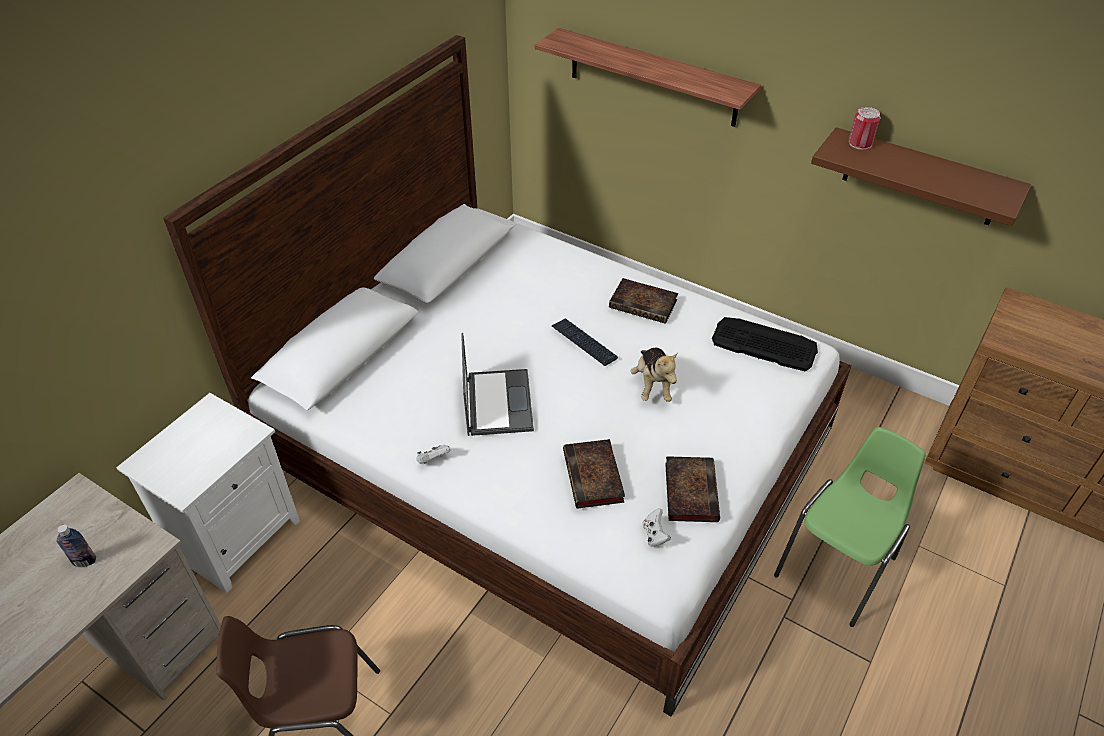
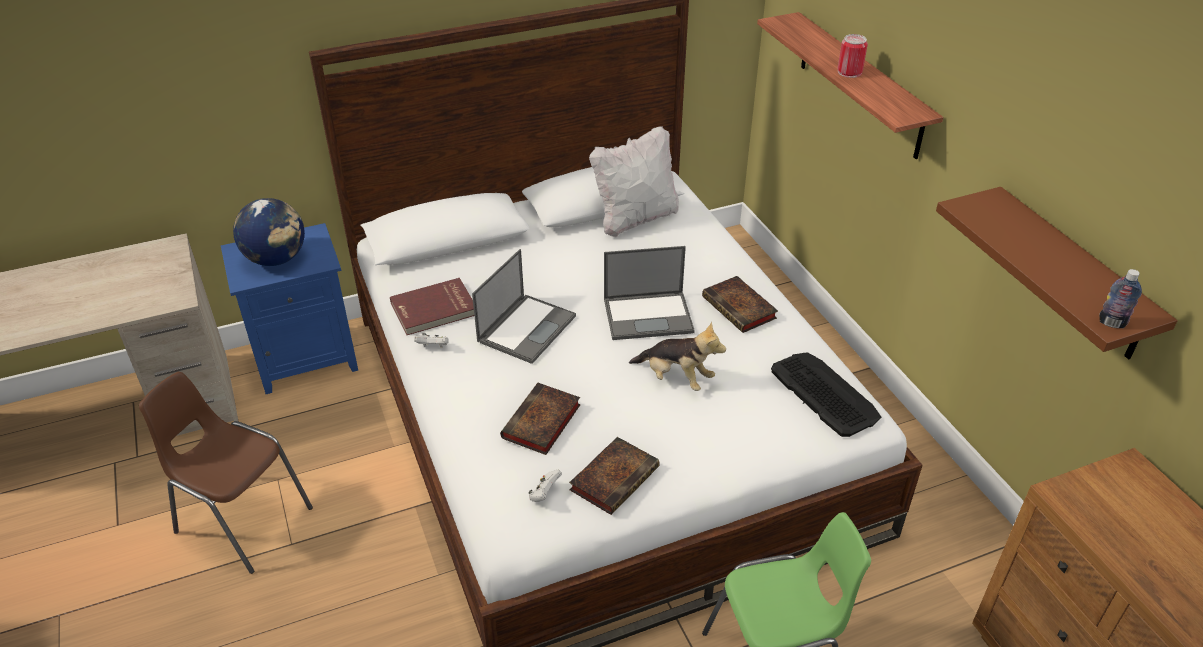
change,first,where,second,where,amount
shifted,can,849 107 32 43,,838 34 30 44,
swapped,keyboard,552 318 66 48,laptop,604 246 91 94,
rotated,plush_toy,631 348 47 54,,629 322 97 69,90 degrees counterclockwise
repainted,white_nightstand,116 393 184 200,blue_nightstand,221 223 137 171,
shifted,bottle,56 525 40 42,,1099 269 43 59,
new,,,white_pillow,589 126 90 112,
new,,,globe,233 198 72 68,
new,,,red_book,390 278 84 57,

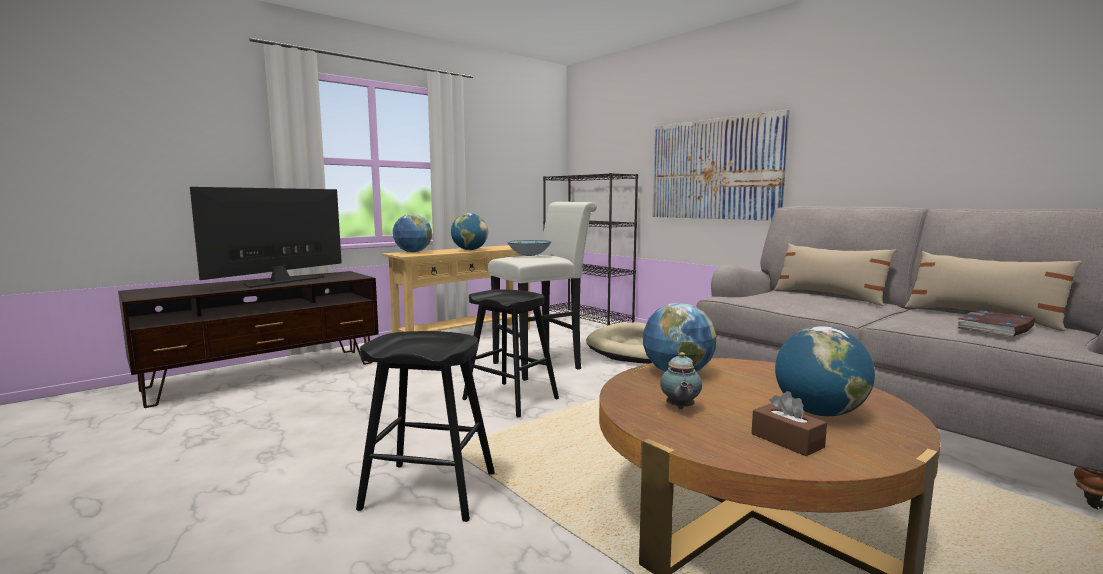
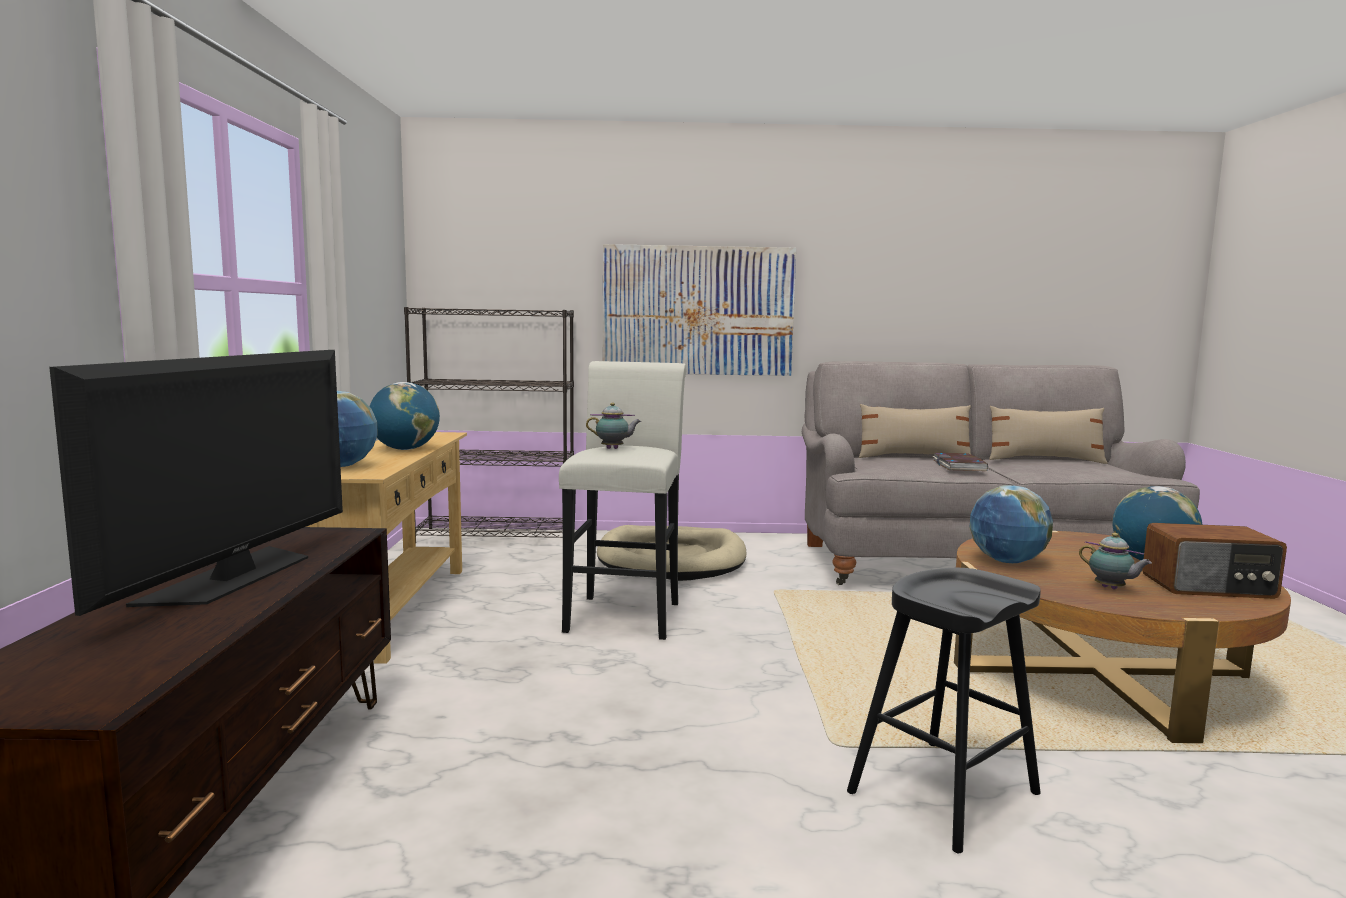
change,first,where,second,where,amount
rotated,television,190 187 152 101,,49 350 294 266,150 degrees counterclockwise
swapped,bowl,507 240 44 16,teapot,586 403 55 46,
gone,black_stool,462 289 97 129,,,
shifted,book,956 310 79 27,,933 453 55 18,
swapped,brown_tissue_box,751 391 76 65,radio,1142 523 145 76,

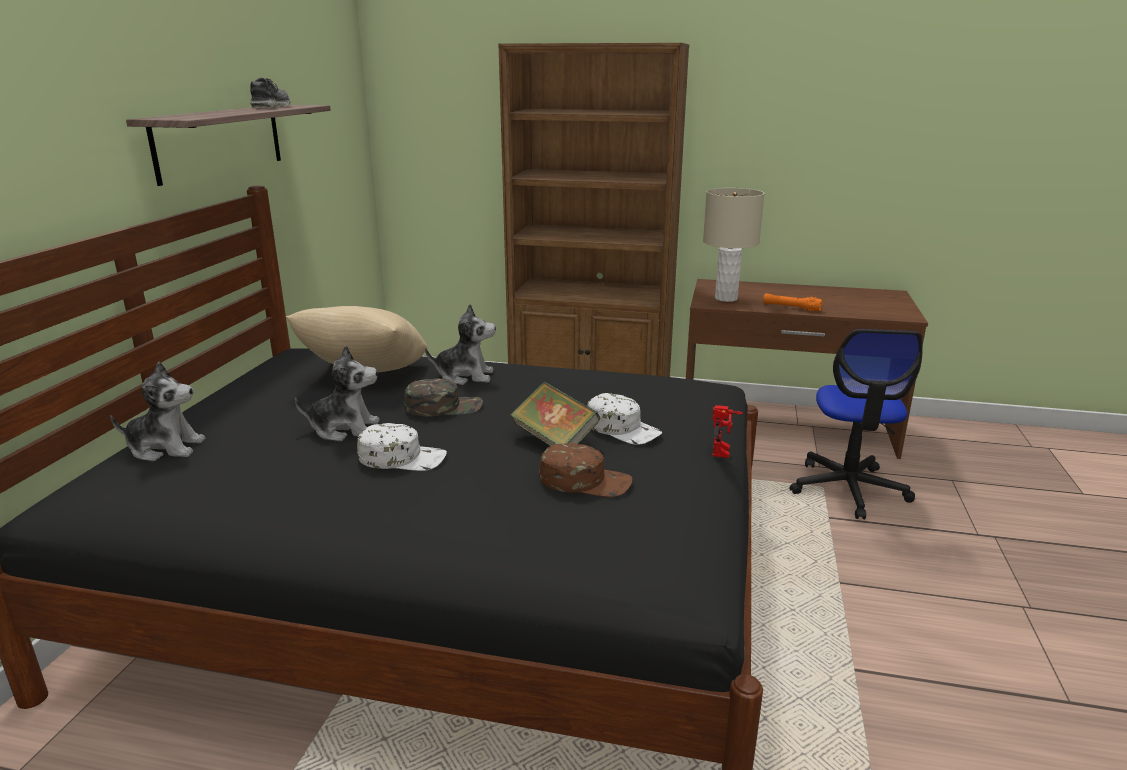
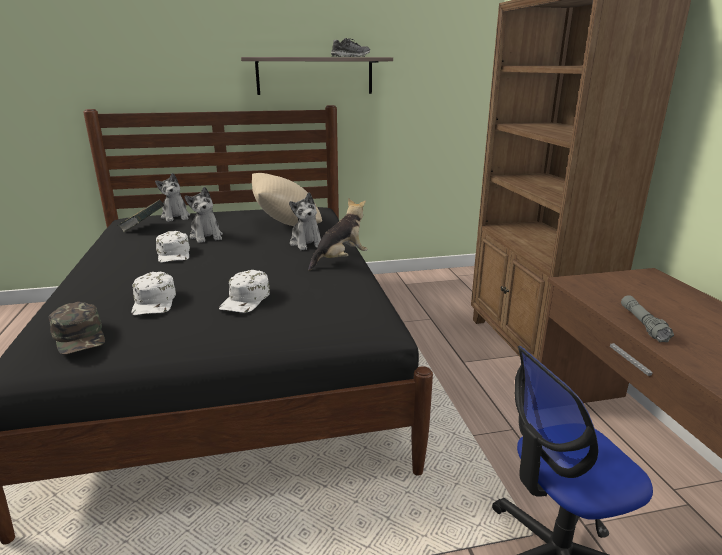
change,first,where,second,where,amount
gone,beige_table_lamp,703 188 62 114,,,
repainted,orange_flashlight,763 293 60 19,grey_flashlight,621 295 53 47,
shifted,green_cap,404 379 79 37,,48 302 57 52,
shifted,book,510 382 90 64,,117 200 47 33,
gone,toy_robot,712 405 32 53,,,
repainted,brown_cap,539 443 93 54,white_cap,131 272 45 43,
new,,,plush_toy,308 198 60 73,

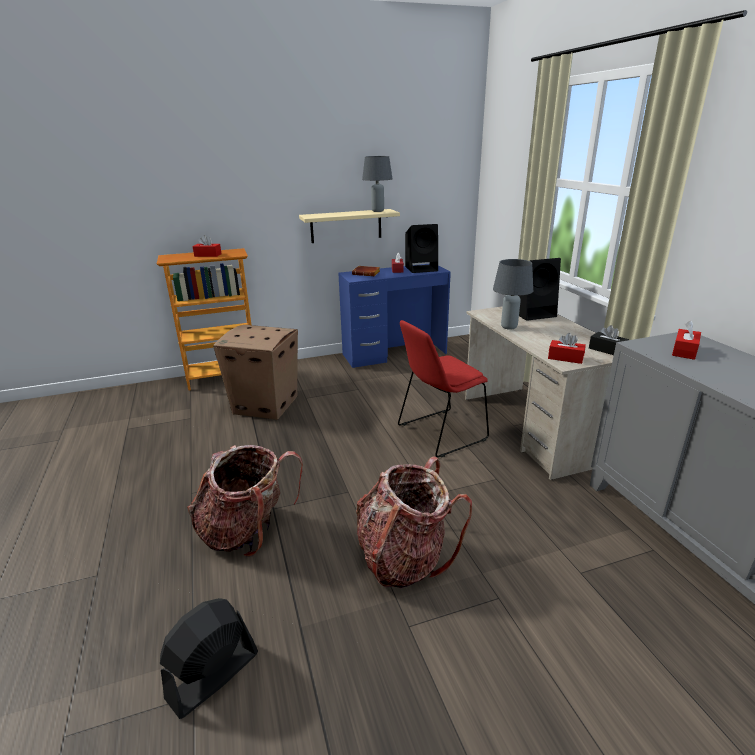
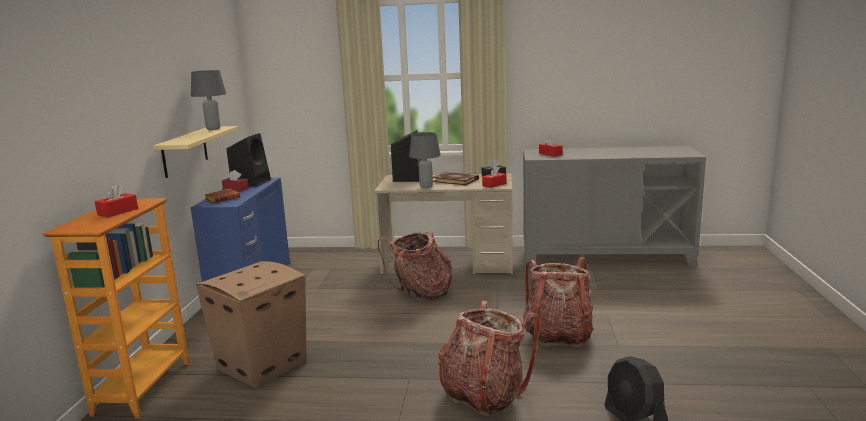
change,first,where,second,where,amount
swapped,red_chair,398 320 91 138,backpack,378 231 74 69,
new,,,book,433 172 46 13,

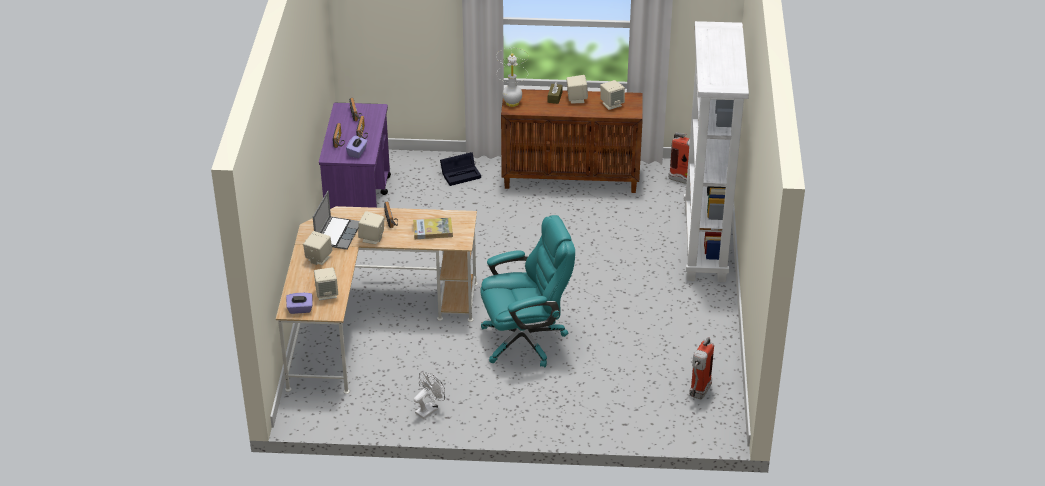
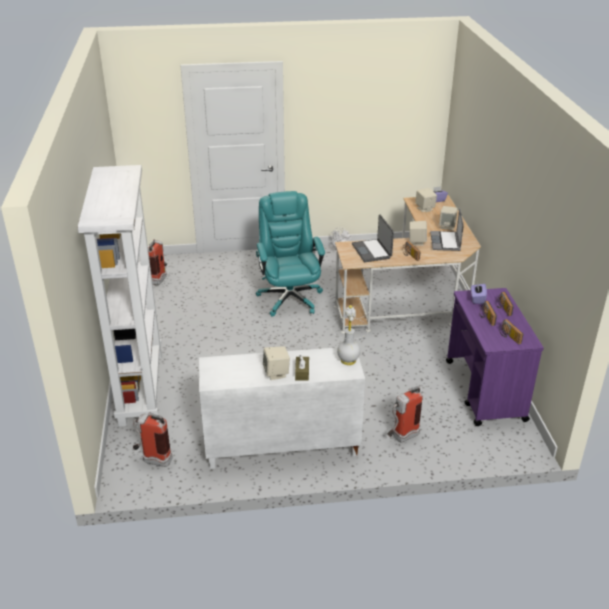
change,first,where,second,where,amount
gone,beige_speaker,600 80 25 30,,,
repainted,brown_cabinet,501 89 142 104,white_cabinet,199 347 166 122,
swapped,black_storage_box,440 152 41 34,fire_extinguisher,387 386 36 57,
rotated,turquoise_office_chair,481 215 94 152,,256 191 69 126,105 degrees clockwise
swapped,book,413 218 40 21,laptop,352 215 42 47,

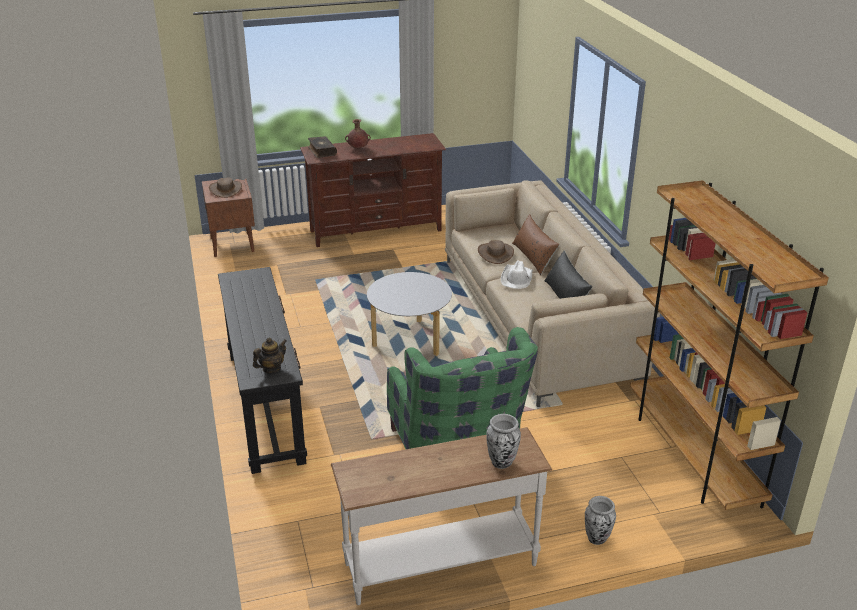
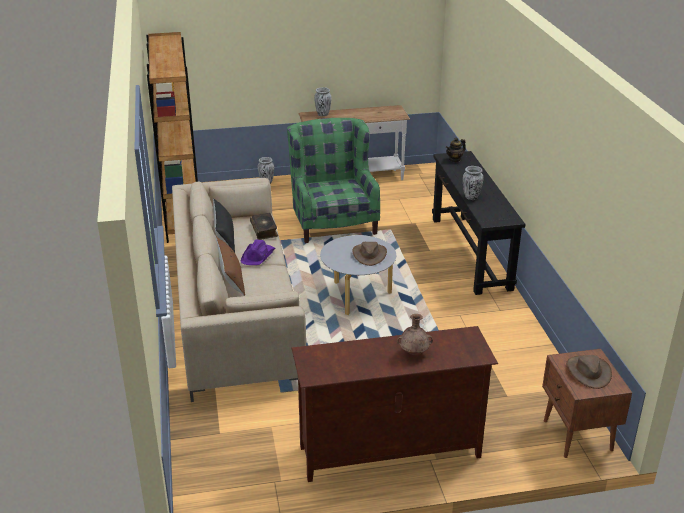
change,first,where,second,where,amount
shifted,book,308 136 29 22,,250 213 28 27,
shifted,brown_hat,478 240 36 24,,352 242 35 24,
repainted,white_hat,501 261 32 28,purple_hat,241 240 34 25,
new,,,vase,463 166 21 34,

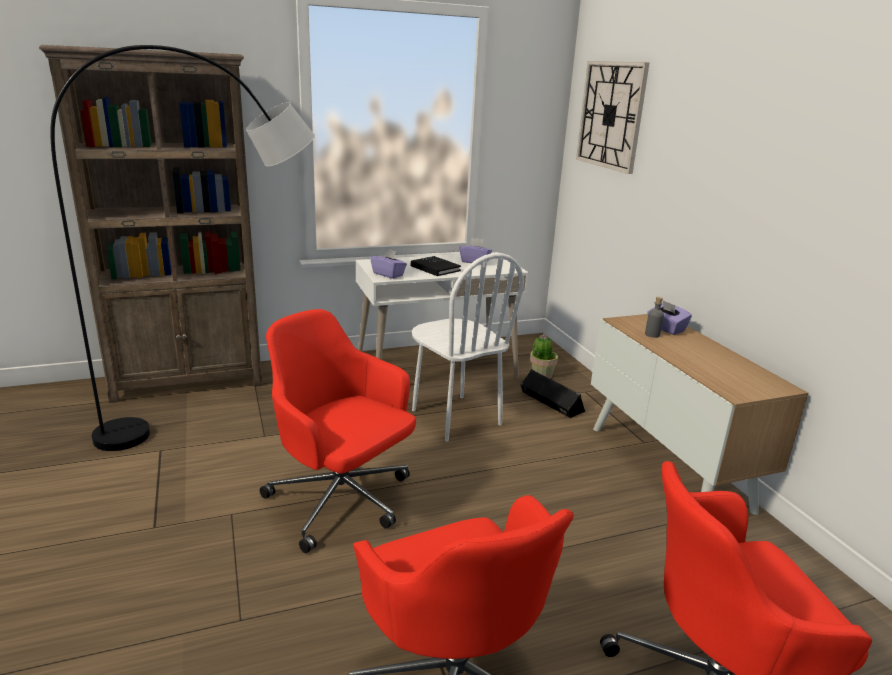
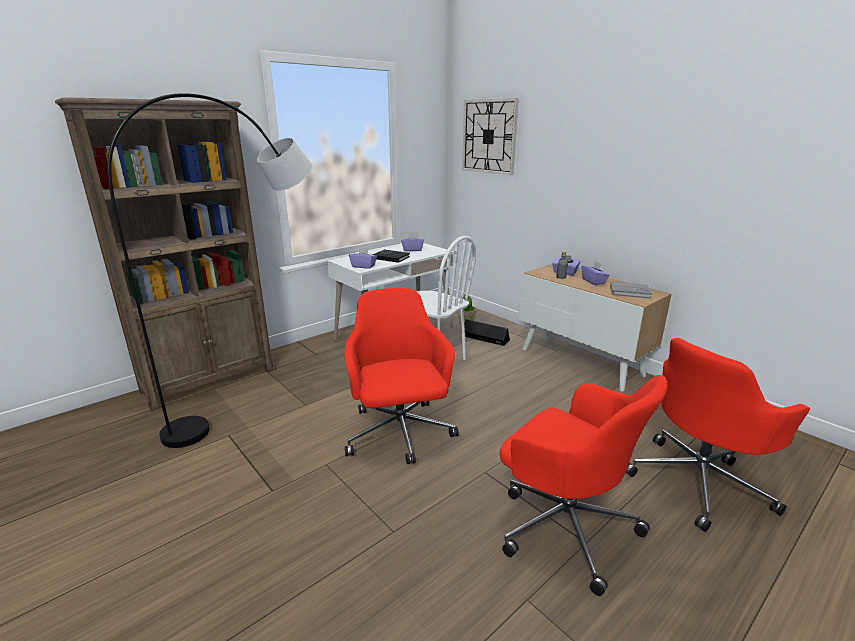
change,first,where,second,where,amount
rotated,red_office_chair,260 309 156 244,,344 288 115 176,60 degrees clockwise
new,,,purple_tissue_box,582 261 27 24,
new,,,grey_book,610 282 42 16,

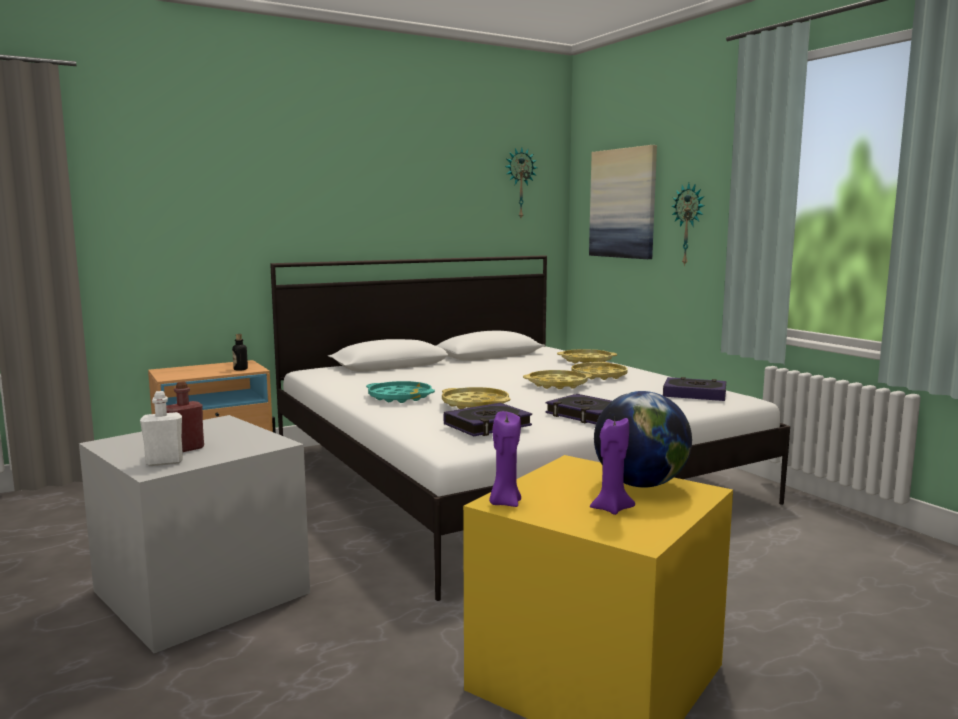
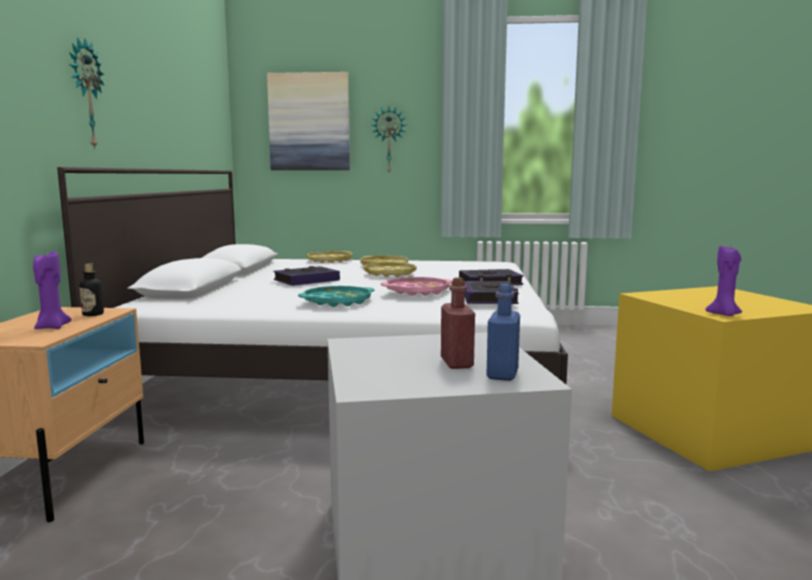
change,first,where,second,where,amount
shifted,wall_clock,505 148 32 70,,69 37 36 113,
shifted,book,663 377 63 24,,273 266 67 20,
repainted,yellow_tray,442 387 68 22,pink_tray,381 277 71 19,
repainted,white_bottle,140 391 43 75,blue_bottle,486 284 34 97,
gone,globe,594 391 98 97,,,
shifted,purple_candle,590 418 45 97,,33 251 39 78,

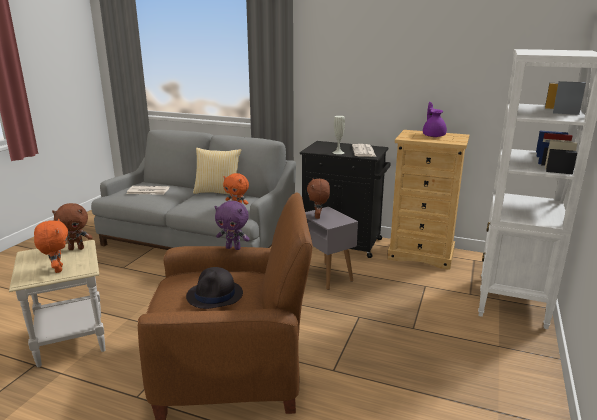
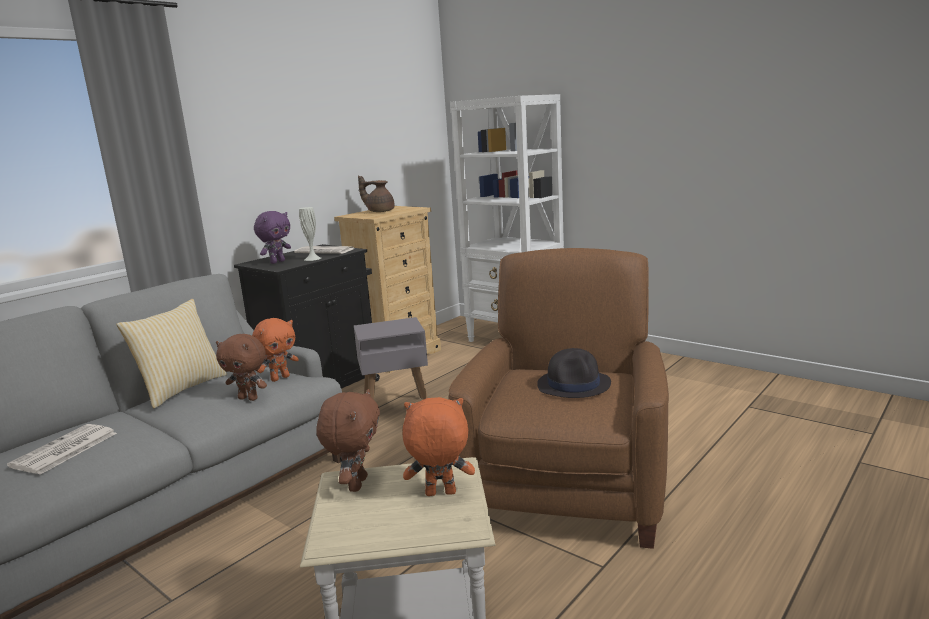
change,first,where,second,where,amount
repainted,purple_teapot,423 102 24 35,brown_teapot,358 175 37 37,
shifted,brown_plush_toy,307 179 23 40,,216 334 51 67,
shifted,purple_plush_toy,215 201 35 49,,254 211 37 53,

